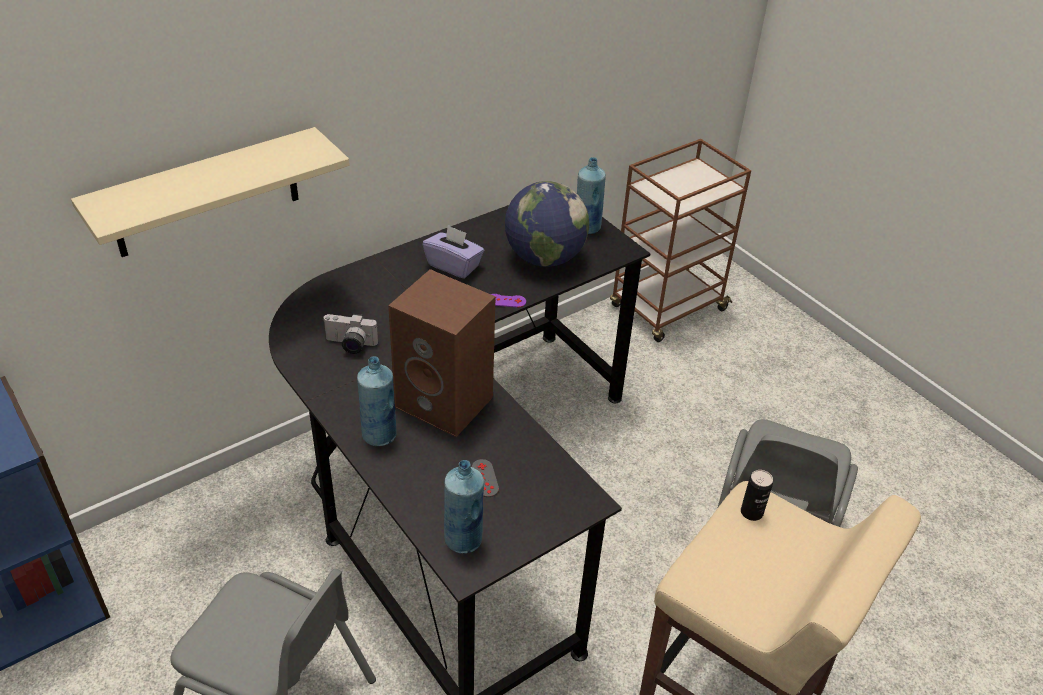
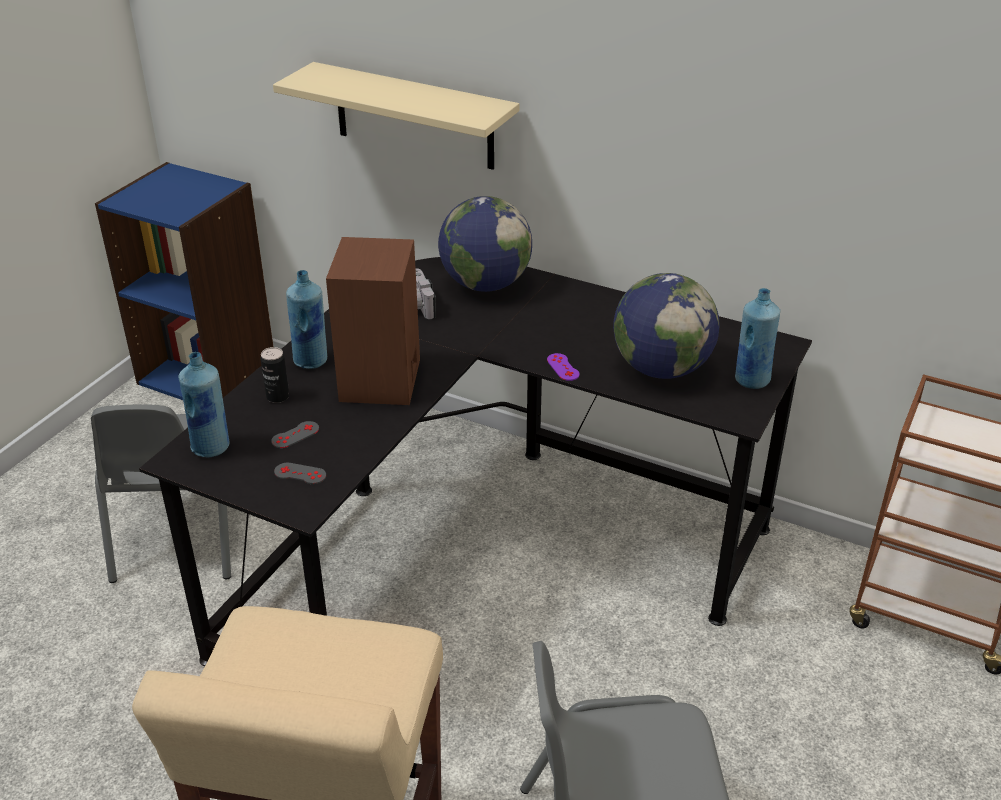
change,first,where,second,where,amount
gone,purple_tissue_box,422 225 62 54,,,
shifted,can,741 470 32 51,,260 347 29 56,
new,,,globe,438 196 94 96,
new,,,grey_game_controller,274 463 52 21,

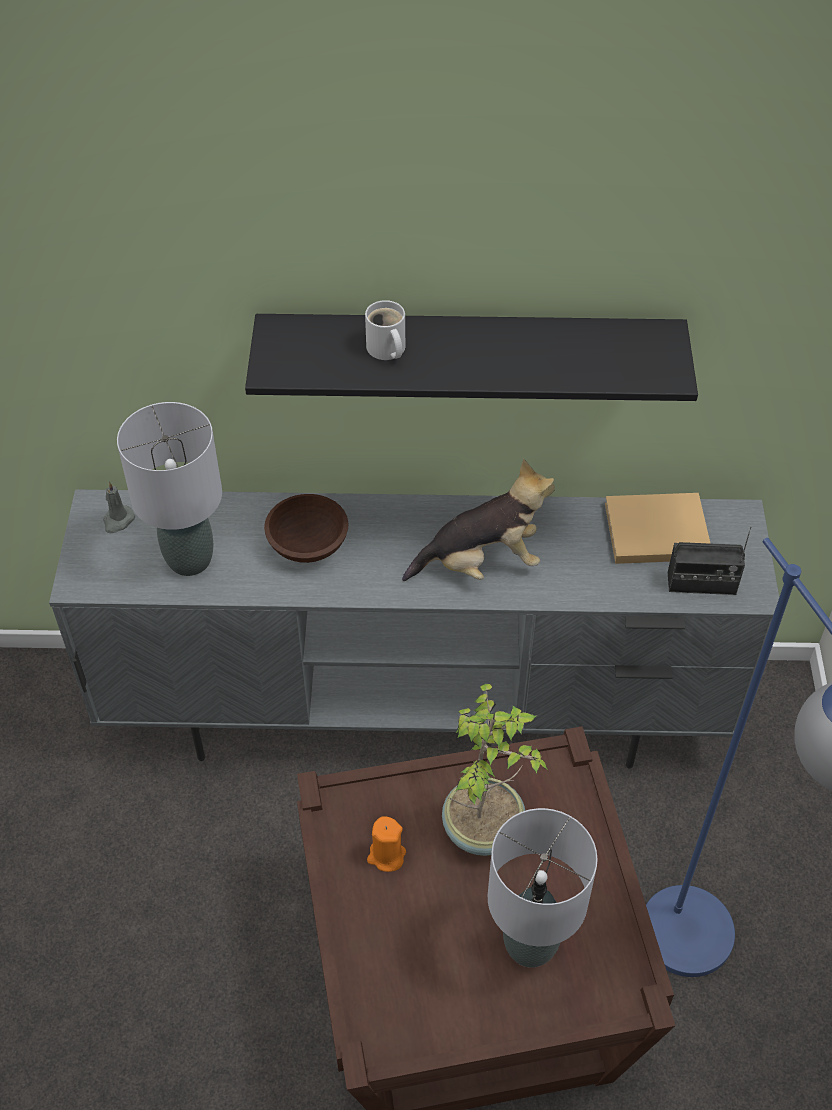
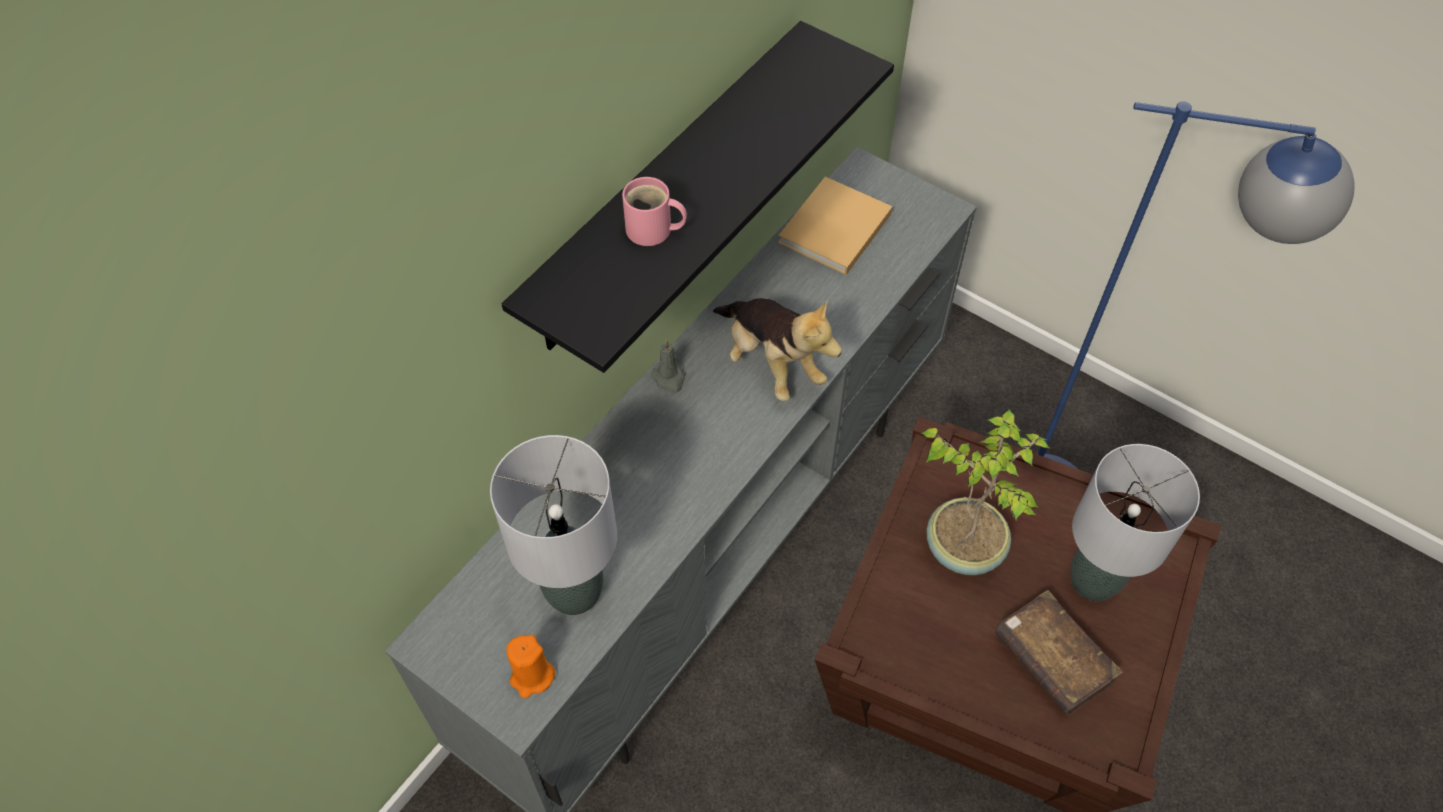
change,first,where,second,where,amount
repainted,white_mug,365 300 40 60,pink_mug,622 177 65 69,
rotated,plush_toy,402 459 153 122,,713 298 129 103,120 degrees clockwise
shifted,grey_candle,103 482 32 51,,651 340 34 53,
gone,brown_bowl,264 494 84 69,,,
gone,radio,668 527 83 68,,,
shifted,orange_candle,367 816 39 56,,506 635 49 63,
new,,,brown_book,995 590 127 125,

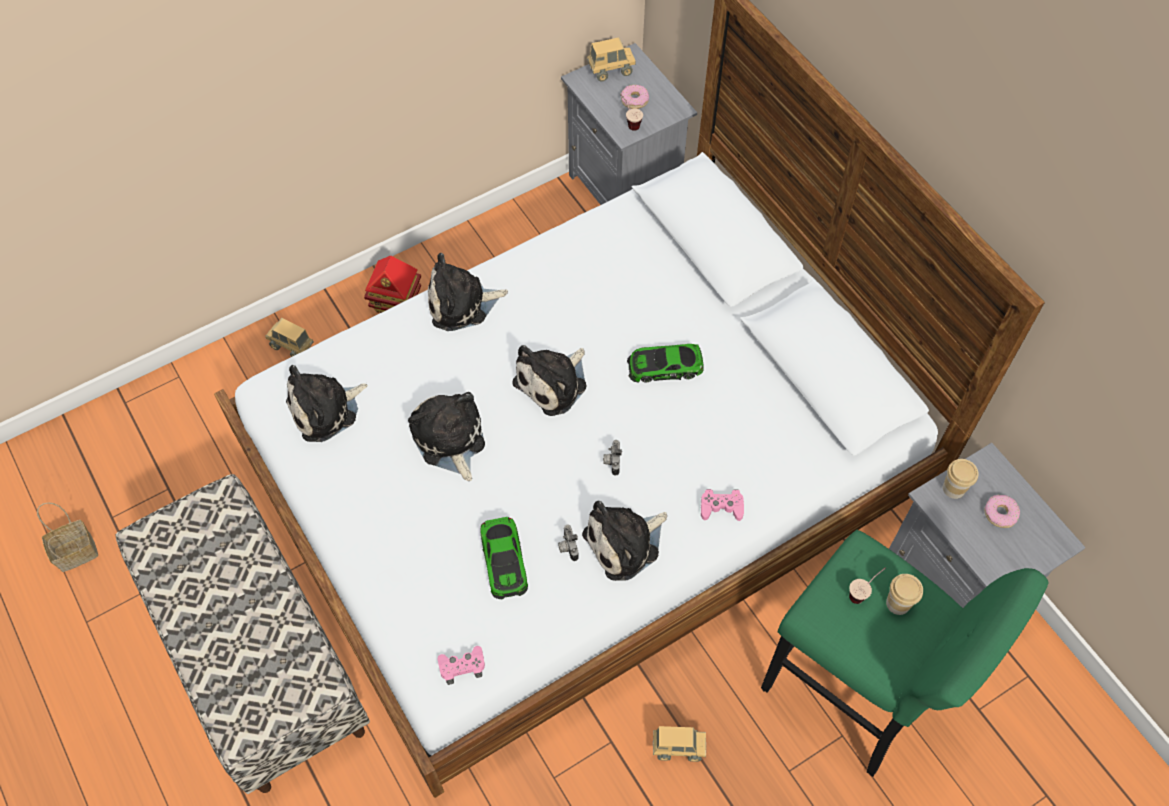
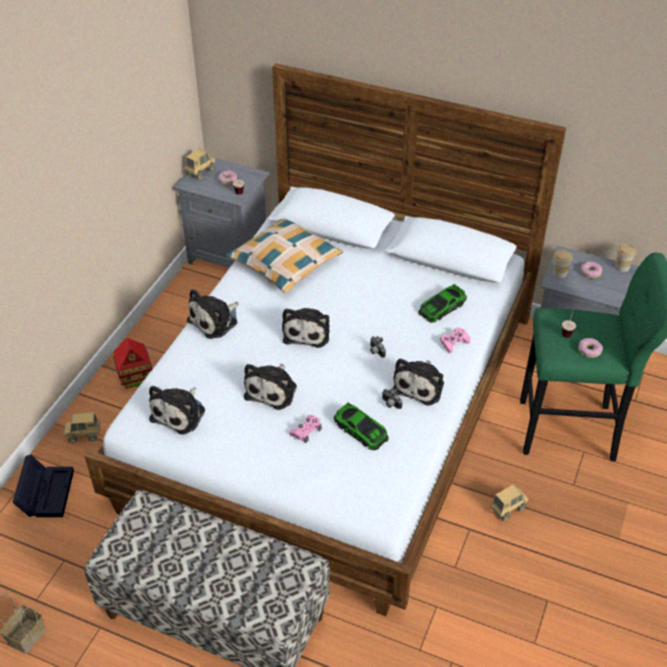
change,first,where,second,where,amount
shifted,toy_car,627 344 77 39,,418 284 49 39,
rotated,plush_toy,408 392 77 89,,244 364 53 46,105 degrees counterclockwise
shifted,cup,886 574 37 41,,615 244 21 28,
shifted,pink_game_controller,437 646 48 39,,289 415 33 28,
new,,,pillow,226 219 117 74,
new,,,donut,578 338 25 20,
new,,,black_storage_box,12 455 62 62,

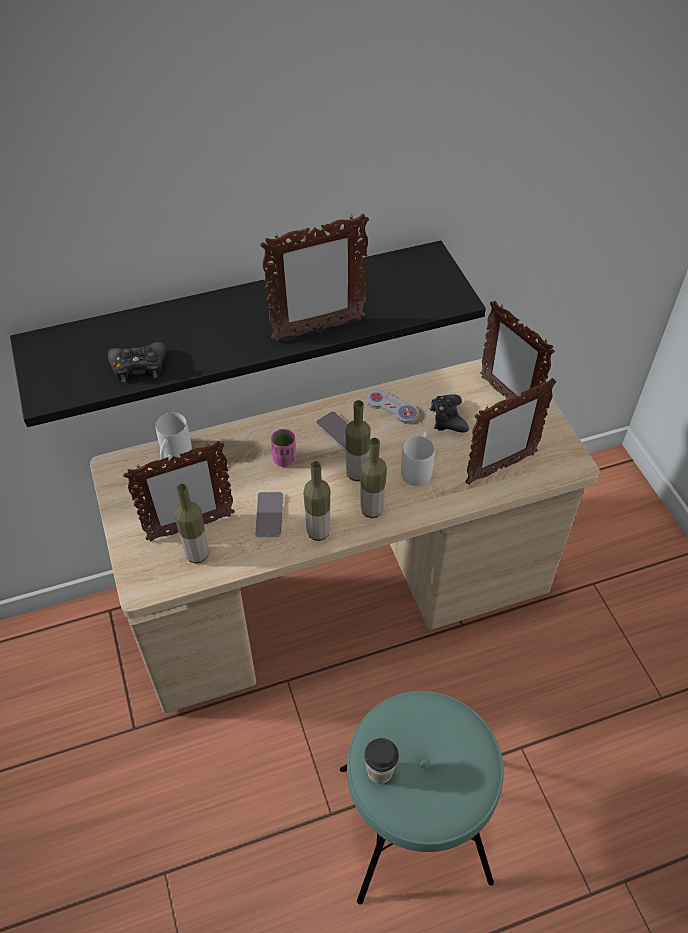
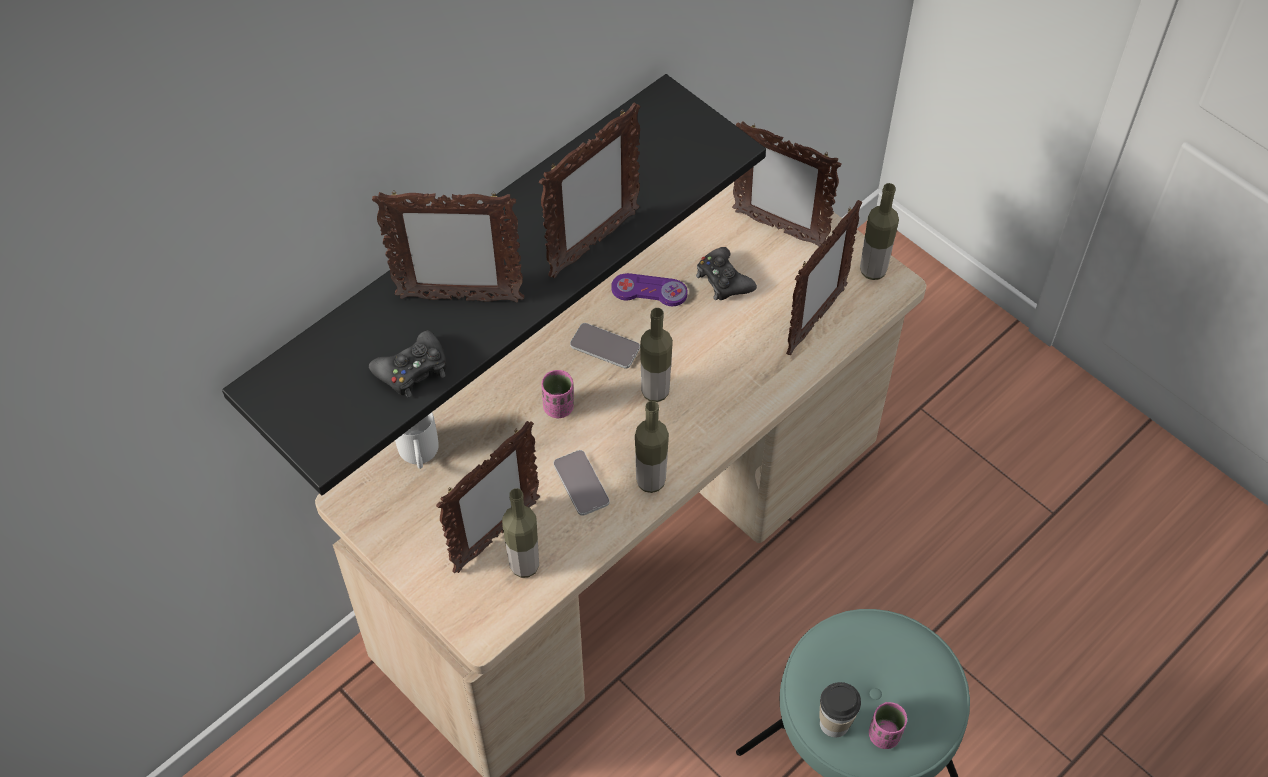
change,first,where,second,where,amount
repainted,white_game_controller,365 389 53 34,purple_game_controller,611 273 77 33,
gone,white_mug,401 431 34 55,,,
shifted,bottle,360 438 27 80,,860 183 39 97,
new,,,picture_frame,372 190 152 113,
new,,,pink_cup,869 702 38 47,

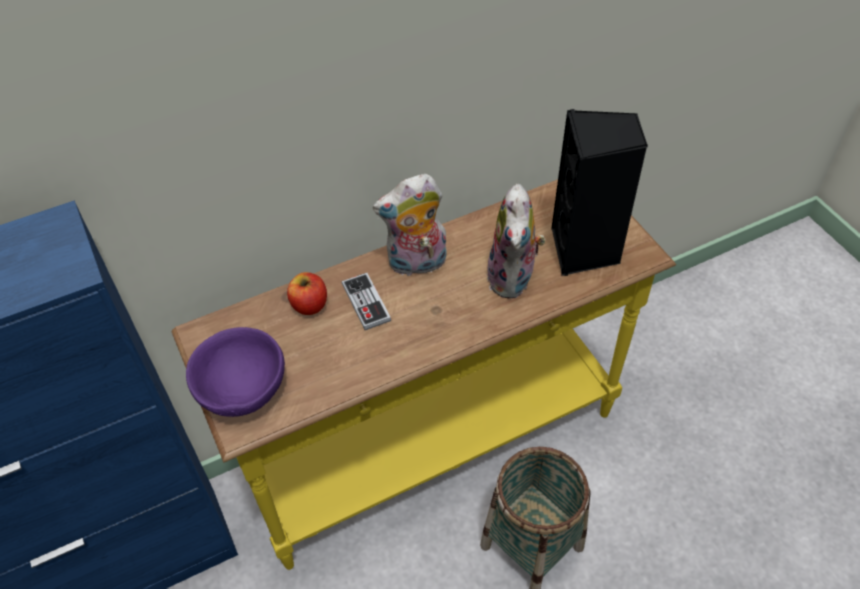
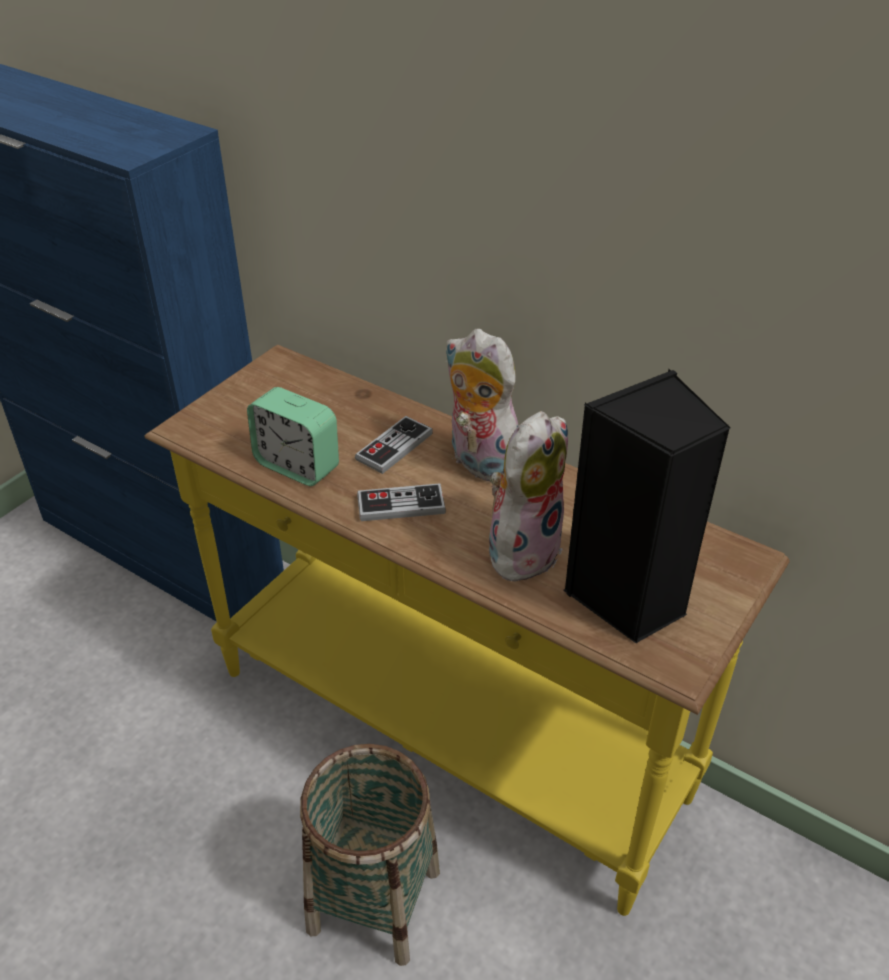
change,first,where,second,where,amount
rotated,plush_toy,487 184 59 115,,489 411 79 176,150 degrees clockwise
gone,apple,287 272 40 43,,,
gone,purple_bowl,186 327 99 90,,,
new,,,alarm_clock,247 387 92 99,
new,,,game_controller,357 483 89 38,

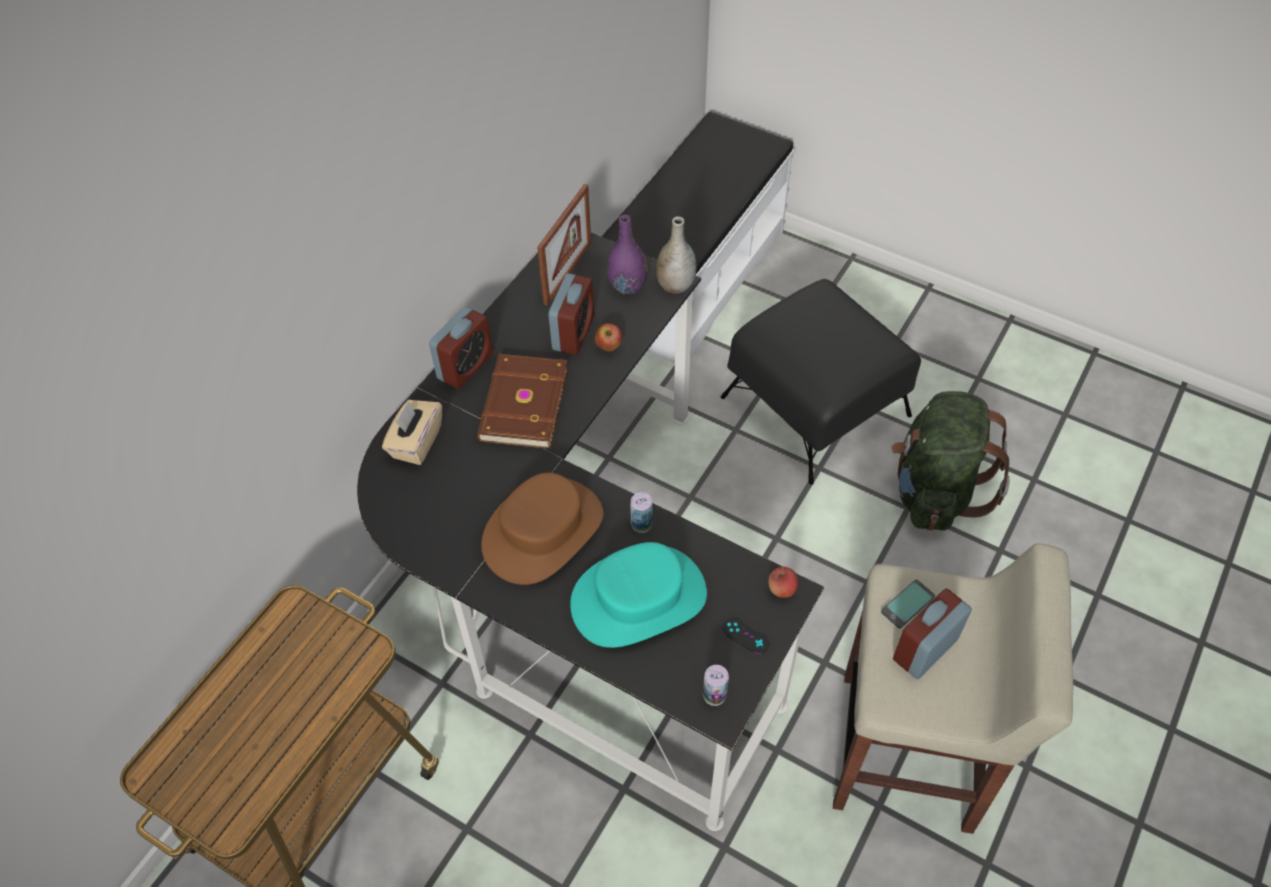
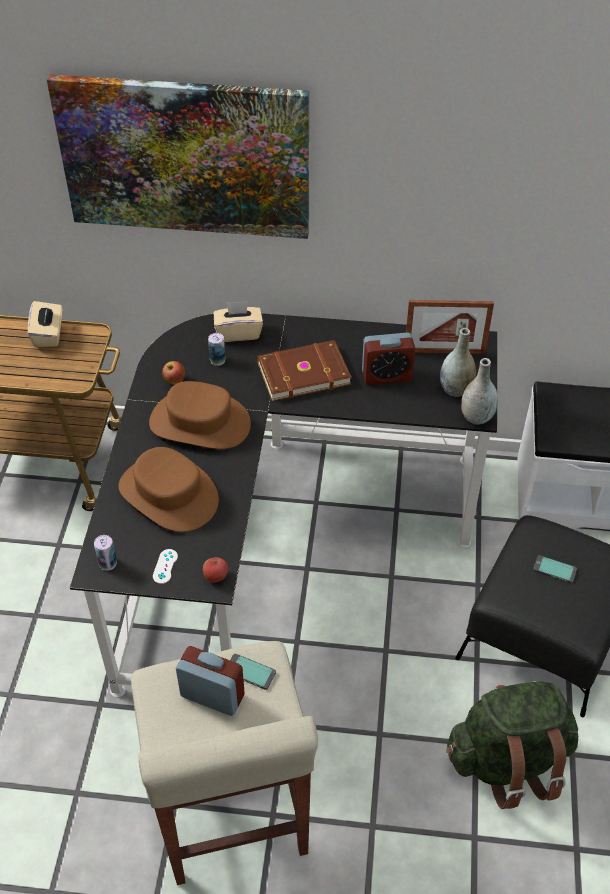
change,first,where,second,where,amount
repainted,purple_vase,607 215 41 80,grey_vase,440 328 36 69,
gone,alarm_clock,429 306 64 83,,,
shifted,apple,595 323 27 29,,162 361 23 24,
shifted,can,630 492 23 41,,208 333 18 33,
repainted,turquoise_hat,570 542 137 106,brown_hat,118 447 101 85,
repainted,black_game_controller,722 617 48 37,white_game_controller,153 549 25 35,
new,,,picture,47 74 262 165,
new,,,beige_tissue_box,28 301 34 46,
new,,,phone,533 555 44 28,

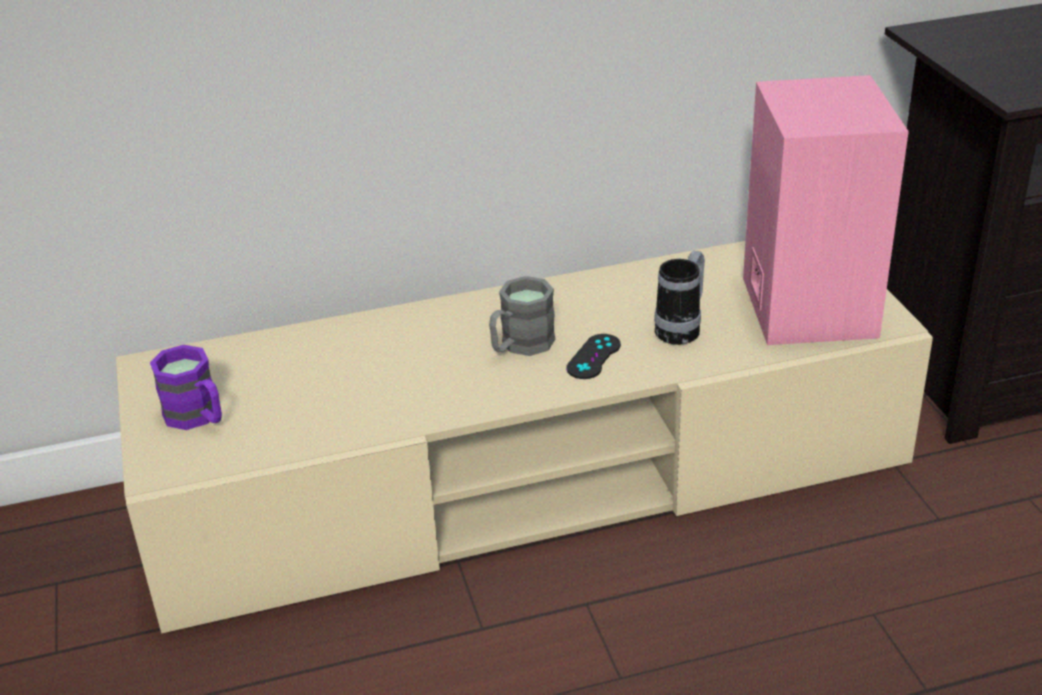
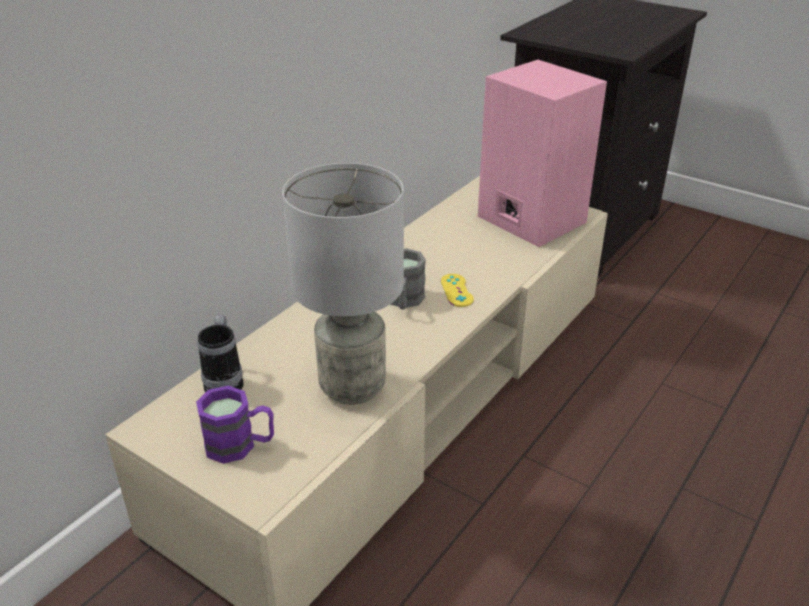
change,first,where,second,where,amount
shifted,mug,654 251 51 94,,198 314 45 79,
repainted,black_game_controller,566 334 55 45,yellow_game_controller,441 274 33 33,
new,,,grey_table_lamp,282 163 122 242,

